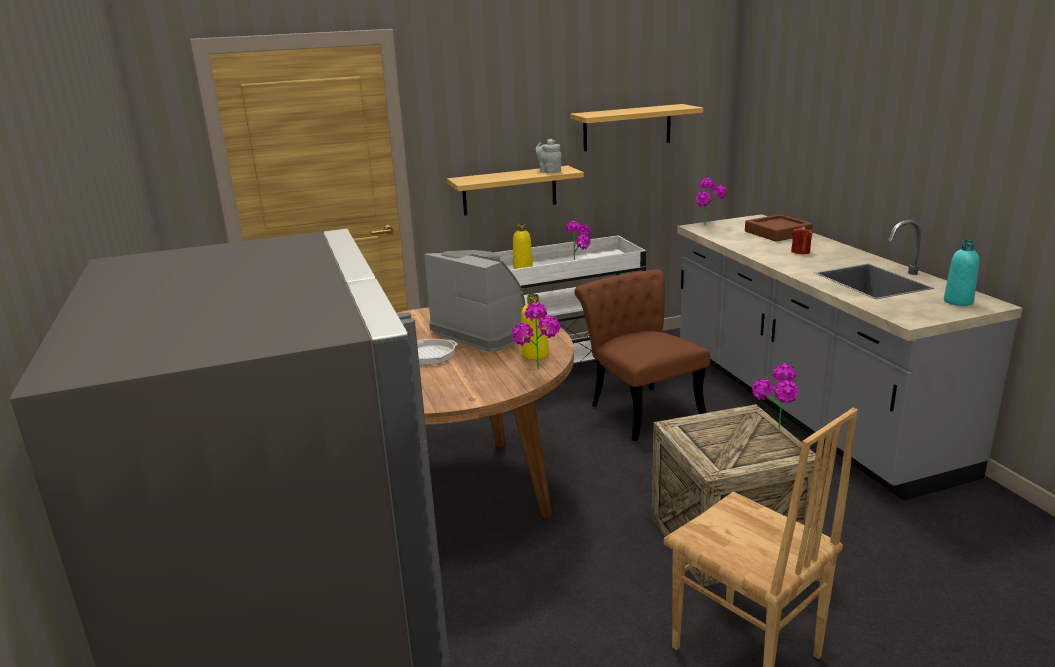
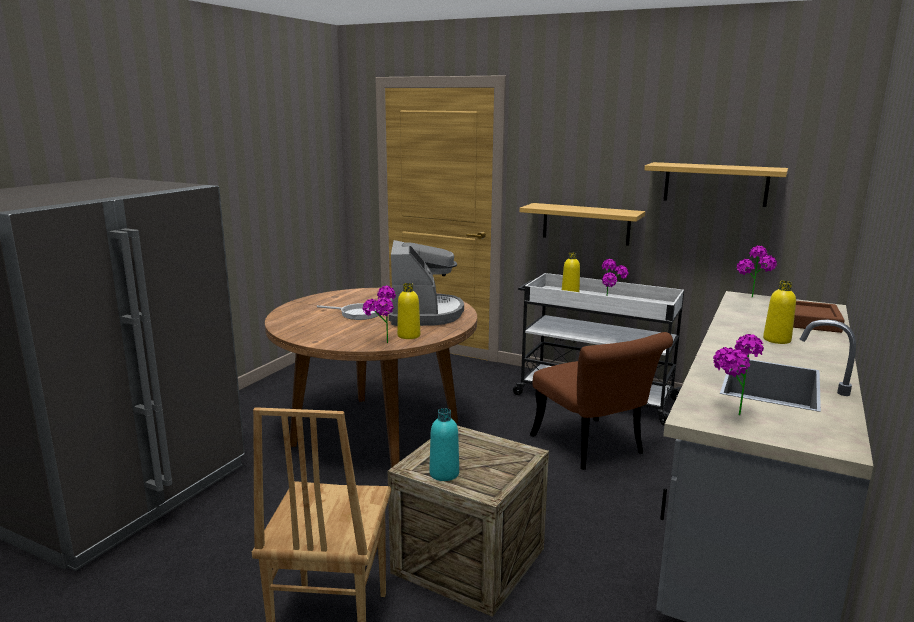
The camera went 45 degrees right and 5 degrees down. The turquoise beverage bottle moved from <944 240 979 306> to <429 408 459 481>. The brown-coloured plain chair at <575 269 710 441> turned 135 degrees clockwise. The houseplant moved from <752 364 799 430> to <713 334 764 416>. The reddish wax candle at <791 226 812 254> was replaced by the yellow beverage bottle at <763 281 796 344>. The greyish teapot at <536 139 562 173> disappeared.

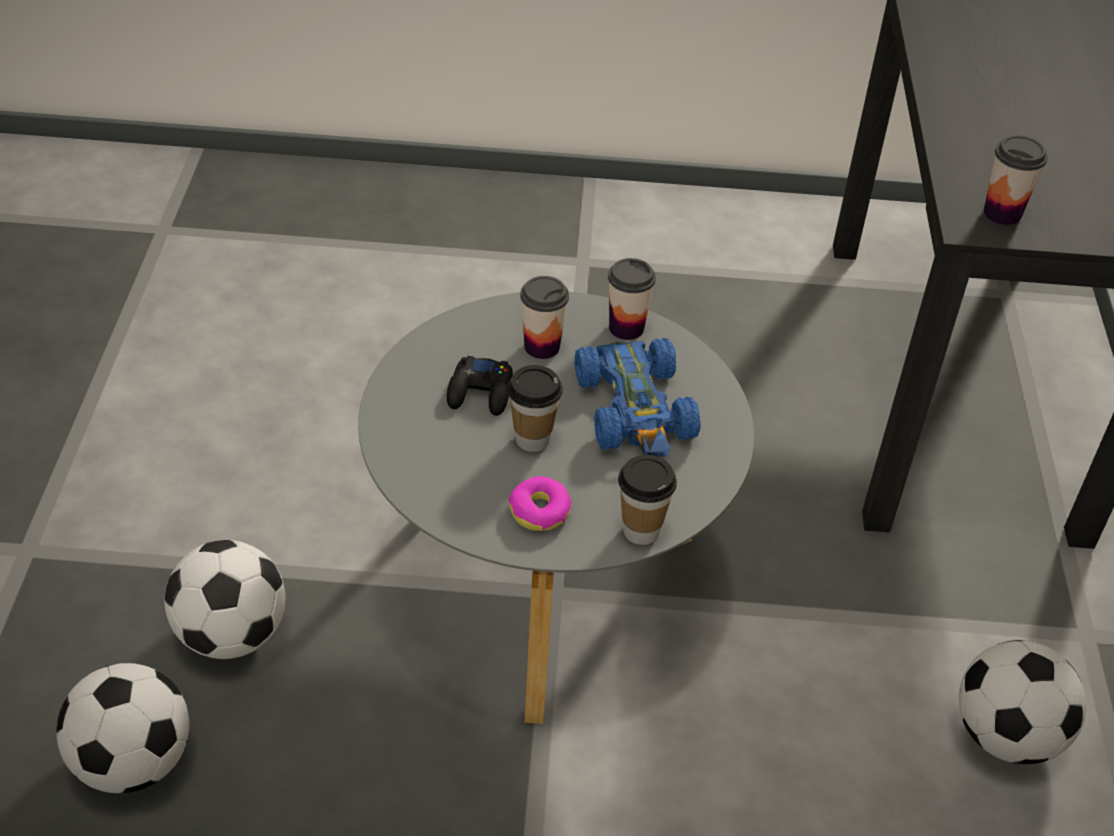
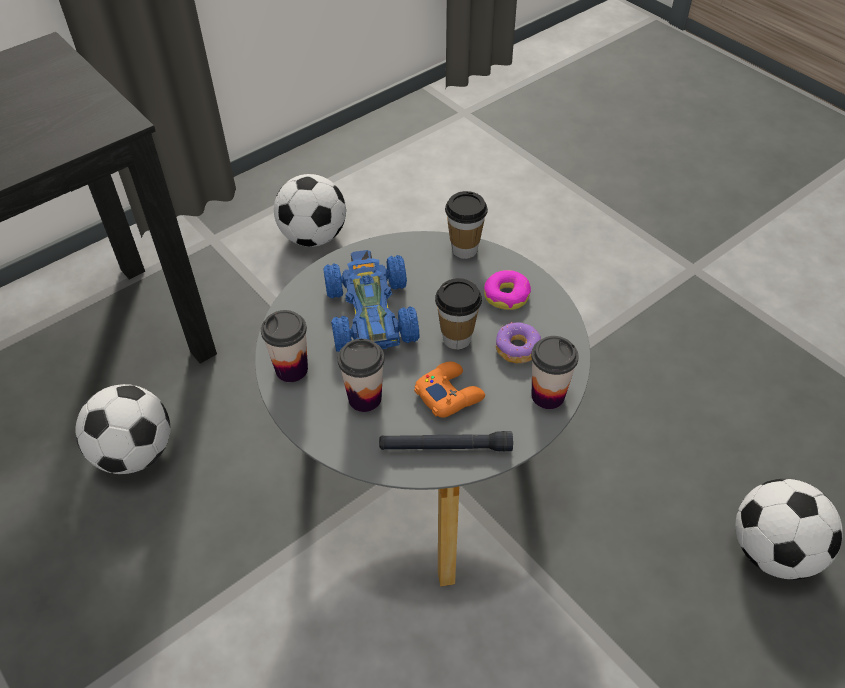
The camera went 130 degrees left and 5 degrees up. The football moved from <164 540 286 659> to <75 384 170 474>. The bluish toy car at <574 338 701 457> turned 45 degrees counterclockwise. The black-coloured torch at <379 431 513 452> appeared. The black-coloured game controller at <447 356 513 416> became the orange-coloured game controller at <414 361 485 418>. The ring doughnut at <496 322 541 363> appeared. The small cup moved from <984 135 1048 225> to <531 336 579 409>.

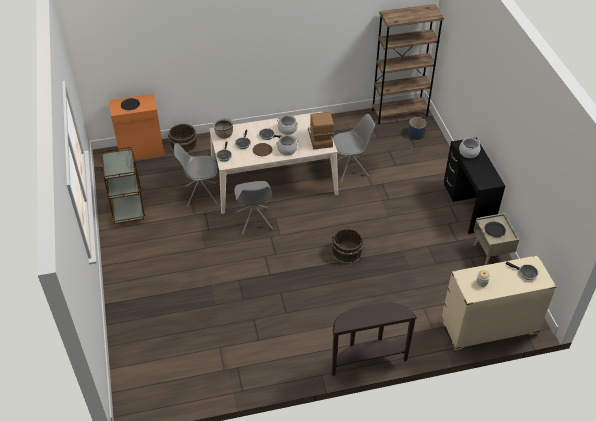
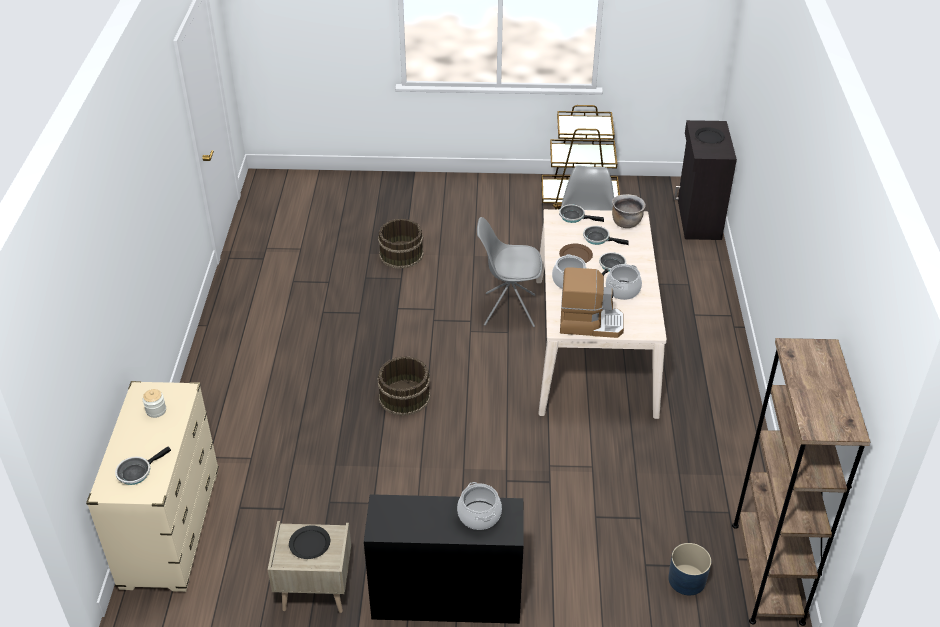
The camera went 105 degrees right and 5 degrees down. The brown-coloured water bucket moved from <168 124 197 153> to <378 219 424 269>. The orange-coloured cabinet at <109 94 164 160> became the black-coloured cabinet at <674 120 737 240>. The brown-coloured narrow table at <332 303 417 376> disappeared. The greyish plain chair at <333 114 375 182> disappeared.

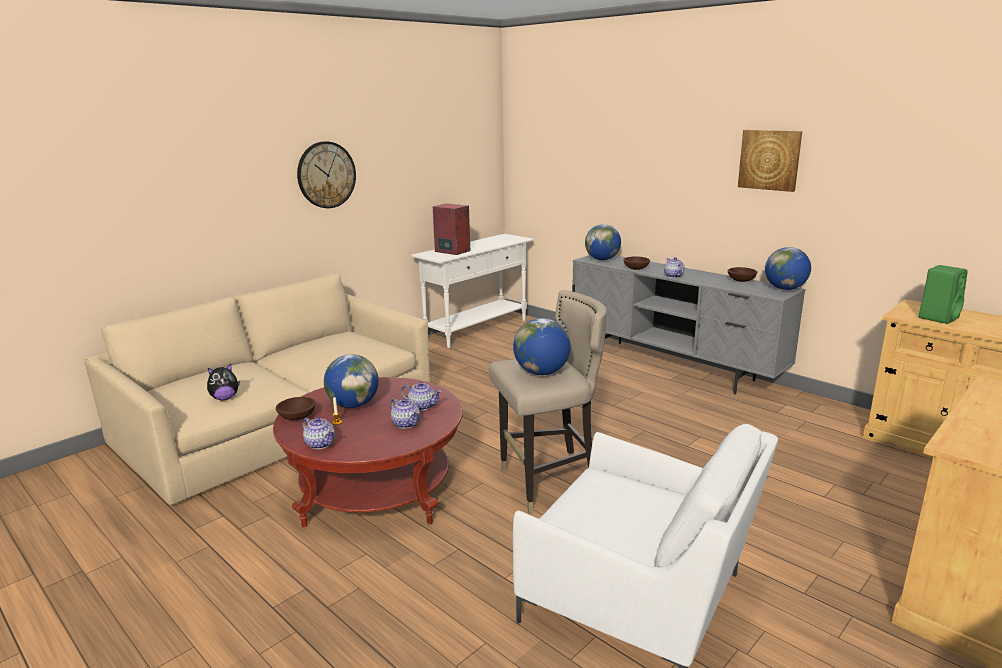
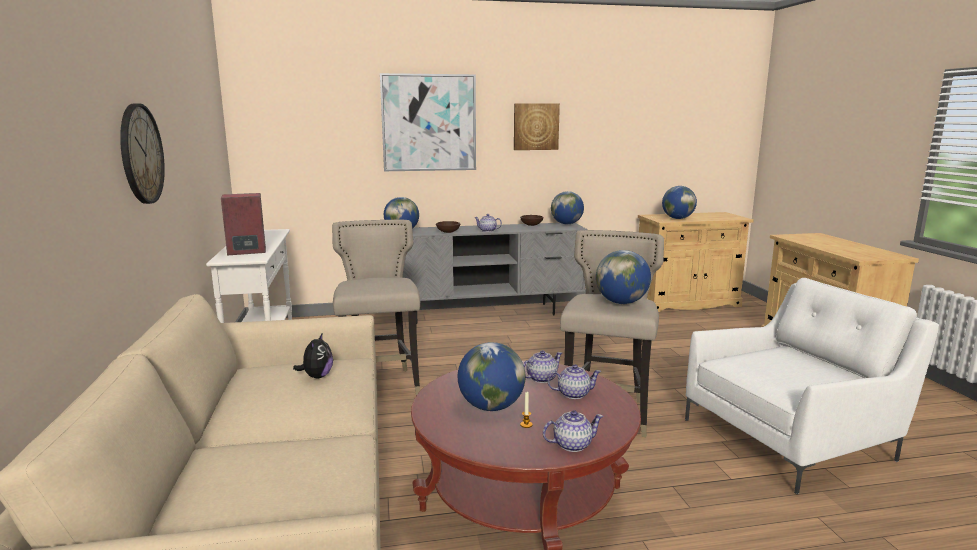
The camera went 55 degrees left and 5 degrees down. The soft toy moved from <207 364 240 400> to <293 332 333 378>. The beige-coloured stool at <332 220 420 396> appeared. The picture at <380 73 476 171> appeared. The green audio speaker at <918 265 968 324> was replaced by the world globe at <662 186 697 219>. The brown-coloured deep dish at <276 397 316 420> disappeared.

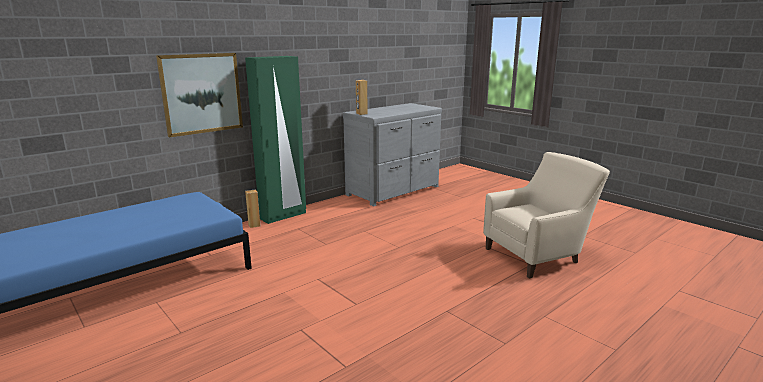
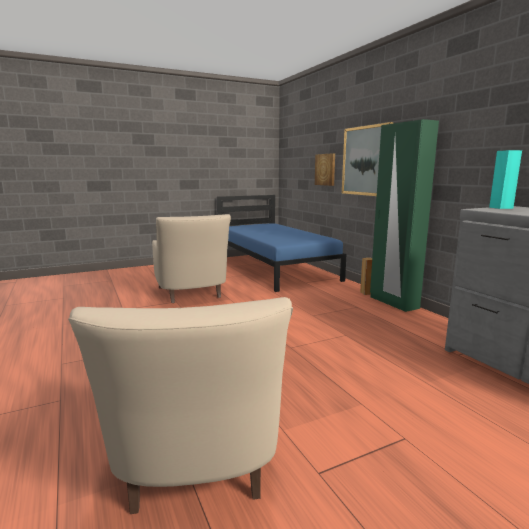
The camera went 105 degrees right and 5 degrees down. The beige-coloured lounge chair at <152 214 231 303> appeared. The picture at <315 153 335 186> appeared. The brown-coloured audio speaker at <356 80 368 115> became the turquoise audio speaker at <489 150 522 209>.

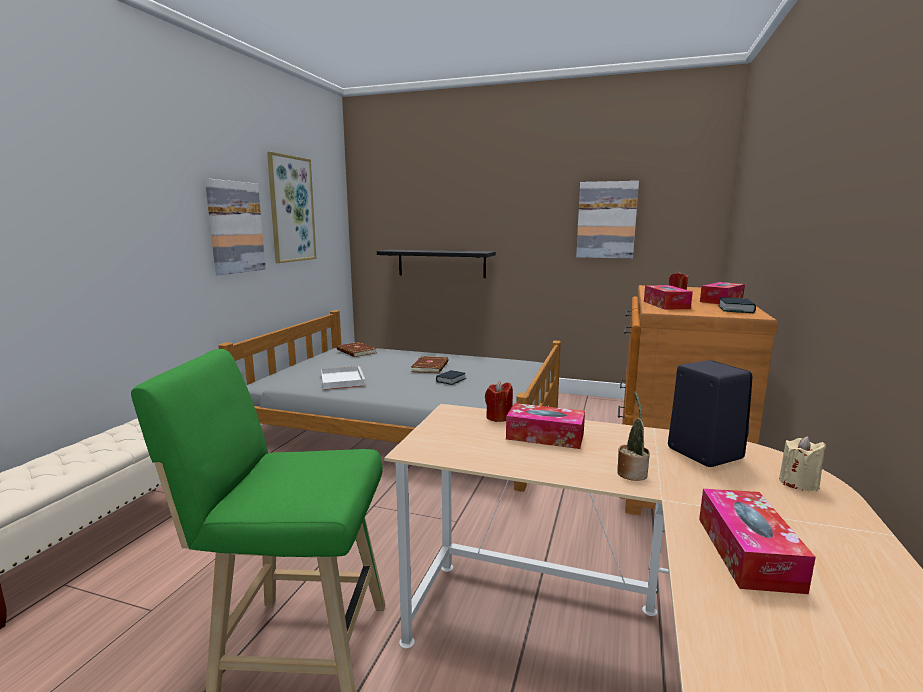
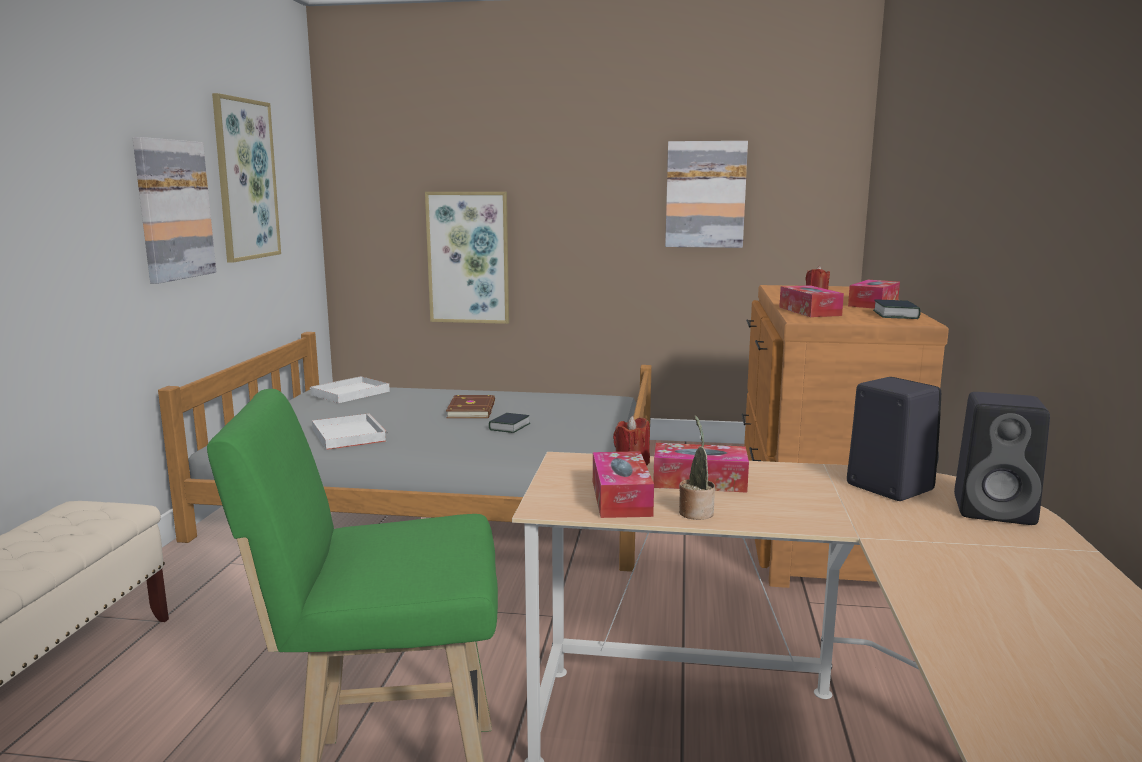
The camera went 10 degrees left and 0 degrees up. The brown-coloured volume at <337 342 377 357> was replaced by the white carrying tray at <310 376 390 403>. The black-coloured wall shelf at <377 250 496 278> was replaced by the picture at <425 192 509 324>. The box of tissues moved from <699 489 816 594> to <593 451 654 518>. The houseplant moved from <617 391 650 481> to <679 415 715 520>. The beige-coloured wax candle at <779 436 826 491> was replaced by the black-coloured audio speaker at <954 392 1050 525>.

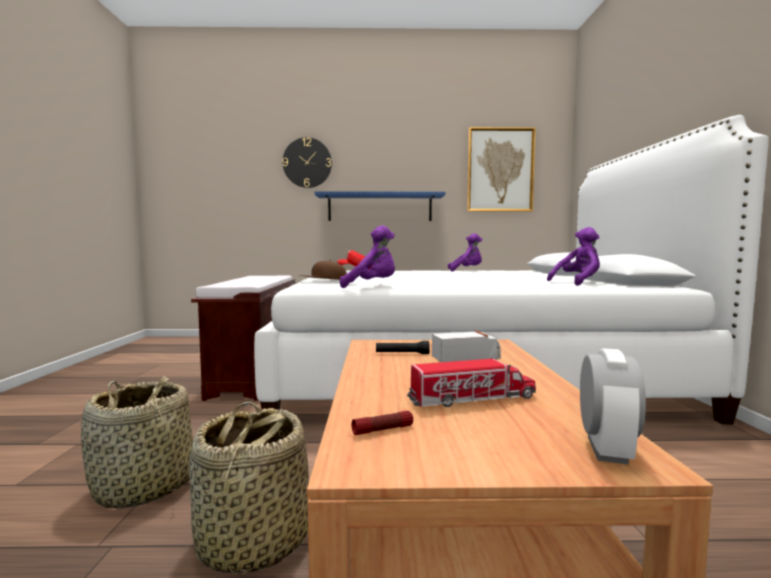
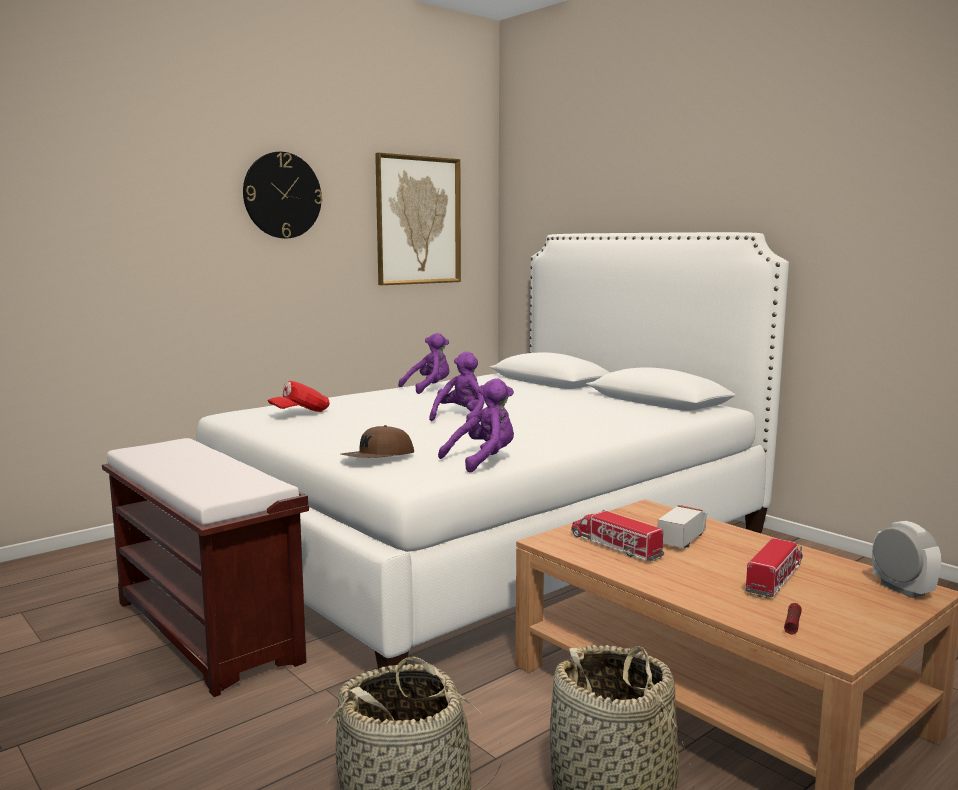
The camera went 40 degrees left and 5 degrees up. The clock on the wall moved from <283 137 332 188> to <243 152 322 238>. The purple-coloured soft toy moved from <547 227 600 286> to <429 351 485 422>. The black-coloured torch at <376 341 430 354> was replaced by the model truck at <571 510 664 561>. The bluish wall shelf at <314 191 445 221> disappeared.

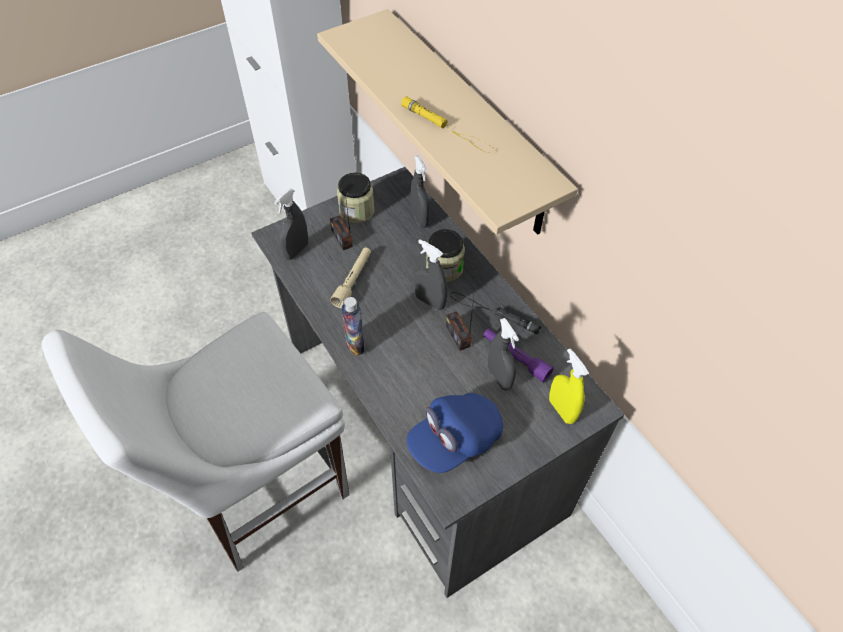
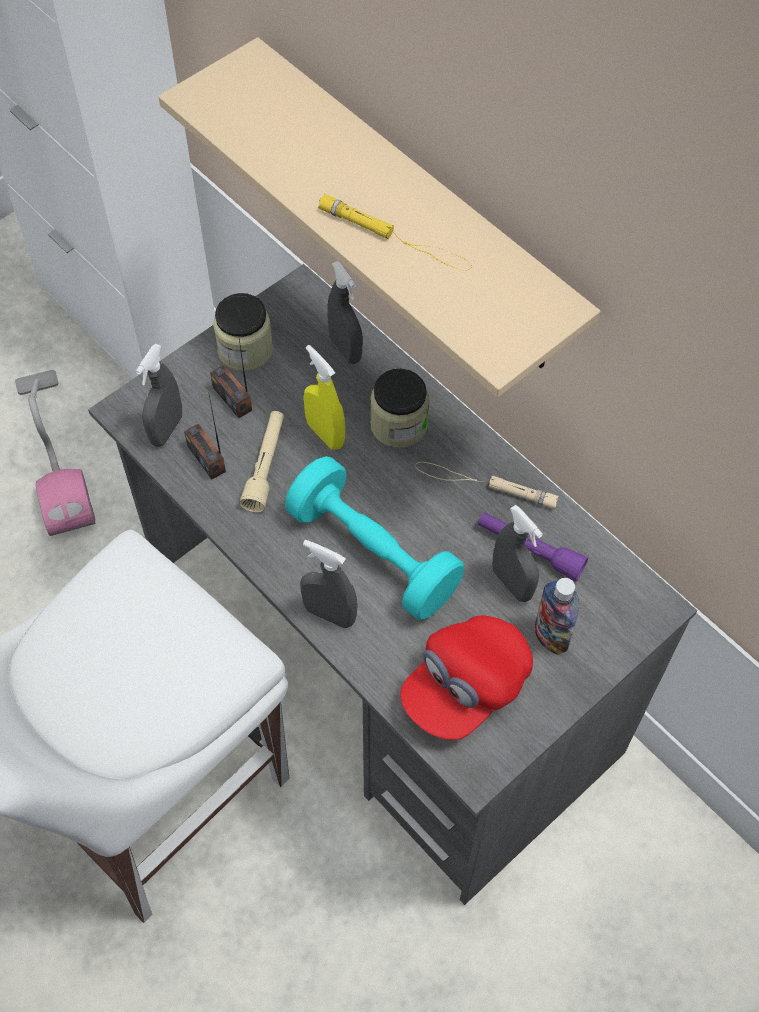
The camera went 10 degrees left and 5 degrees up. The vacuum cleaner at <15 370 95 536> appeared. The radio receiver moved from <446 289 475 351> to <184 395 226 480>. The turquoise free weight at <285 456 464 620> appeared. The greyish sprayer moved from <414 239 448 310> to <300 540 358 628>. The yellow sprayer moved from <549 348 589 424> to <303 345 345 450>. The bluish cap at <407 393 503 473> became the reddish cap at <400 615 533 740>. The black-coloured torch at <450 292 541 334> became the beige-coloured torch at <415 462 559 509>. The beverage bottle moved from <341 297 365 356> to <535 578 579 655>.

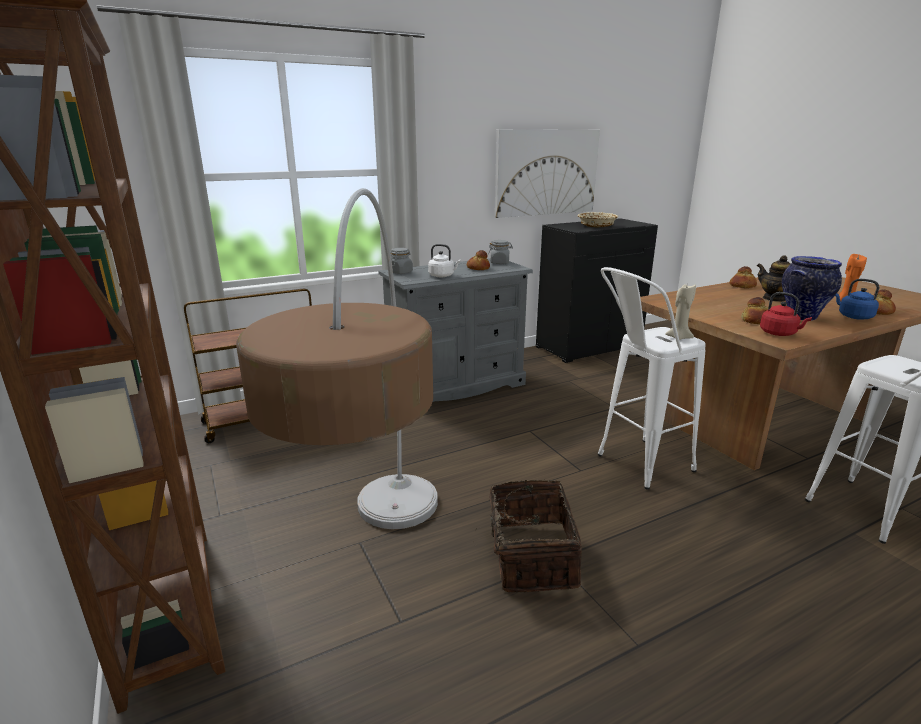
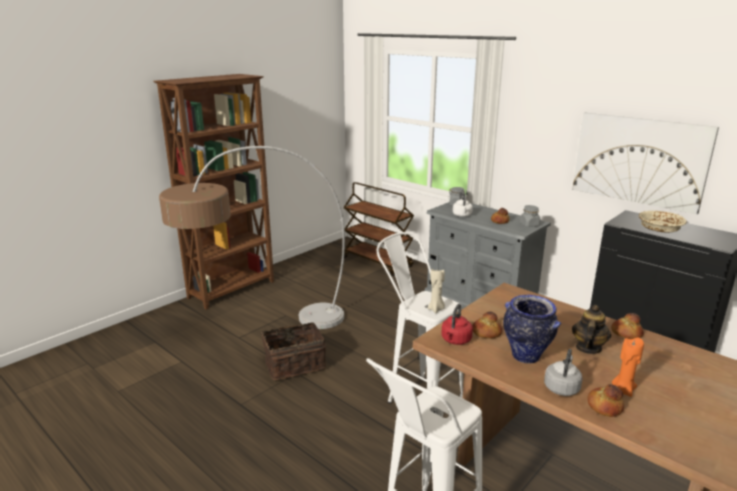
The camera went 70 degrees right and 0 degrees up. The bluish tea kettle at <835 279 879 320> became the greyish tea kettle at <544 349 583 396>.

